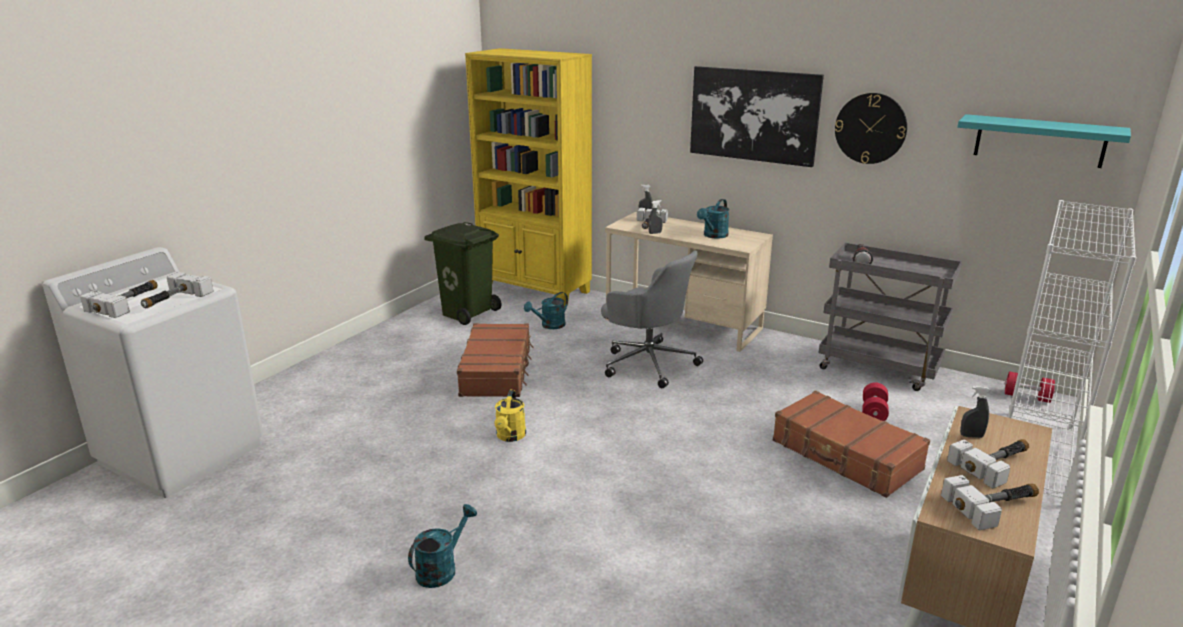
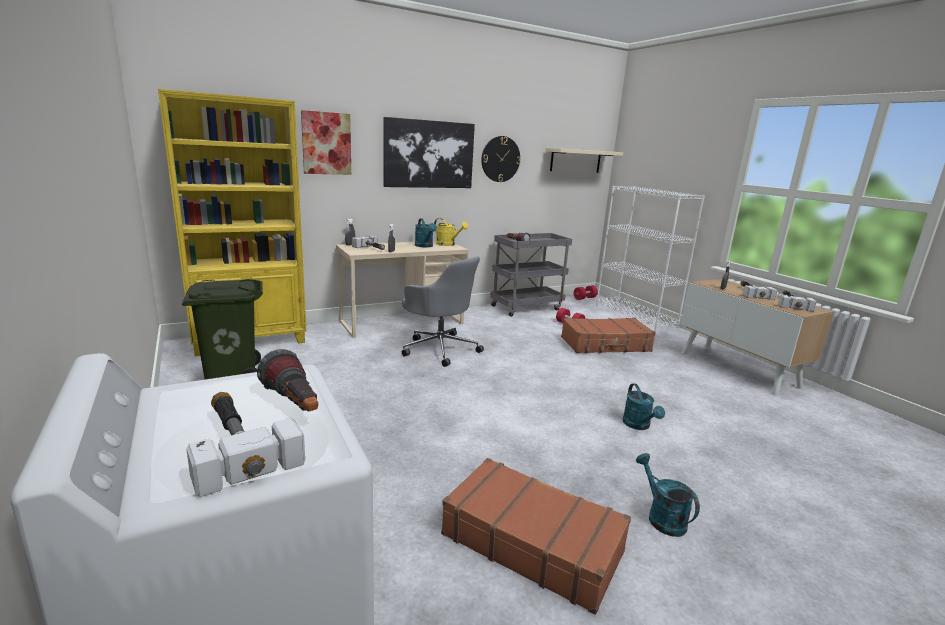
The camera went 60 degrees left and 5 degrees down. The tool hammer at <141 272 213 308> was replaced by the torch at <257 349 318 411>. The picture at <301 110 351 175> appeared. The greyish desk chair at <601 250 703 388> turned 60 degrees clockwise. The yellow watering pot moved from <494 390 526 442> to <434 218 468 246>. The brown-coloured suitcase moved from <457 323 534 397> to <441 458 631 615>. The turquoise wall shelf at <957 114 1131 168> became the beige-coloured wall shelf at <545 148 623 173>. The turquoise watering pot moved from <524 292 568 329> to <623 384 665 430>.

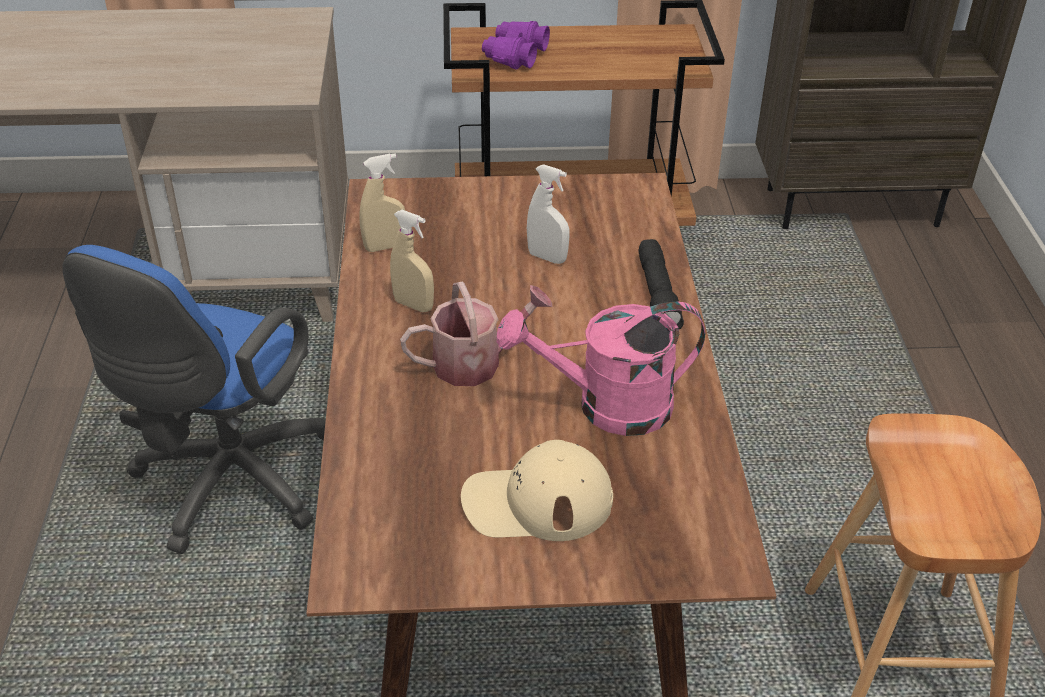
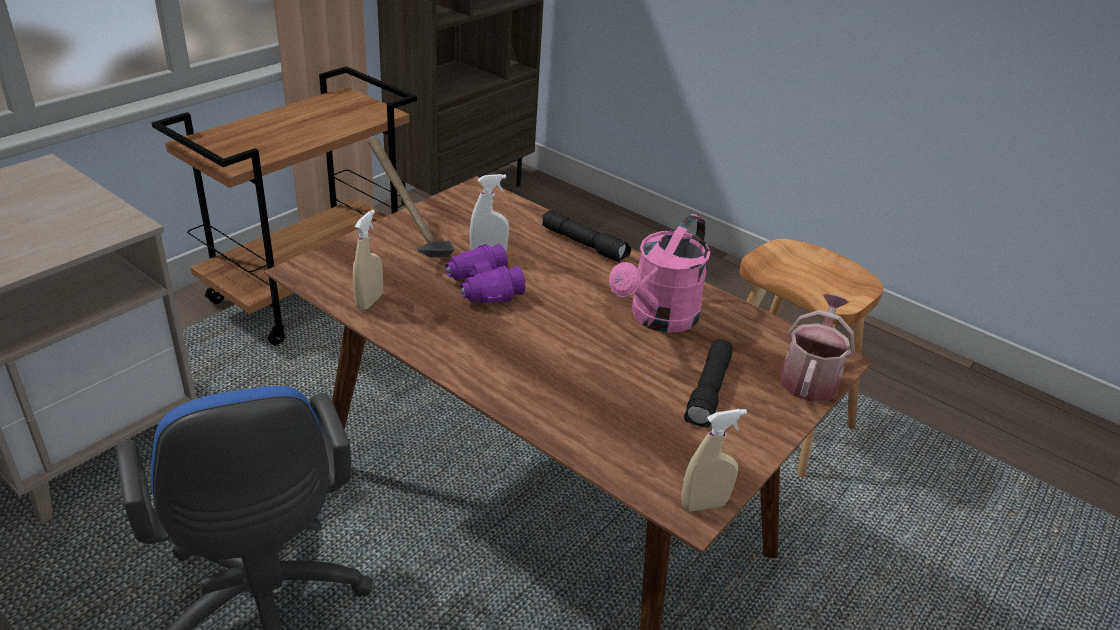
The camera went 50 degrees left and 5 degrees down. The tool hammer at <368 137 454 257> appeared. The purple-coloured pair of binoculars moved from <482 21 550 70> to <445 244 525 303>. The beige-coloured sprayer moved from <390 210 434 312> to <681 409 747 512>. The beige-coloured cap at <461 440 613 541> was replaced by the black-coloured torch at <684 339 733 428>. The watering pot moved from <400 282 553 386> to <780 294 855 402>.

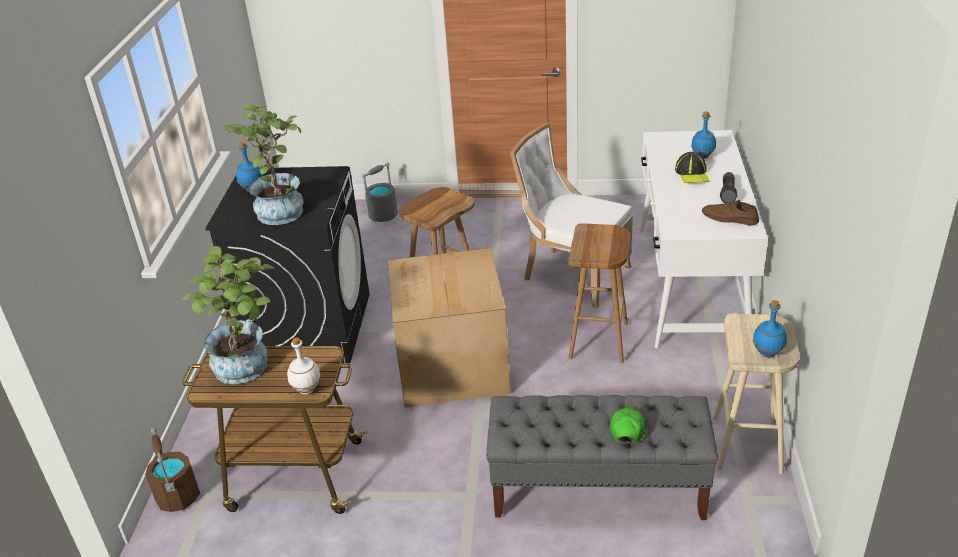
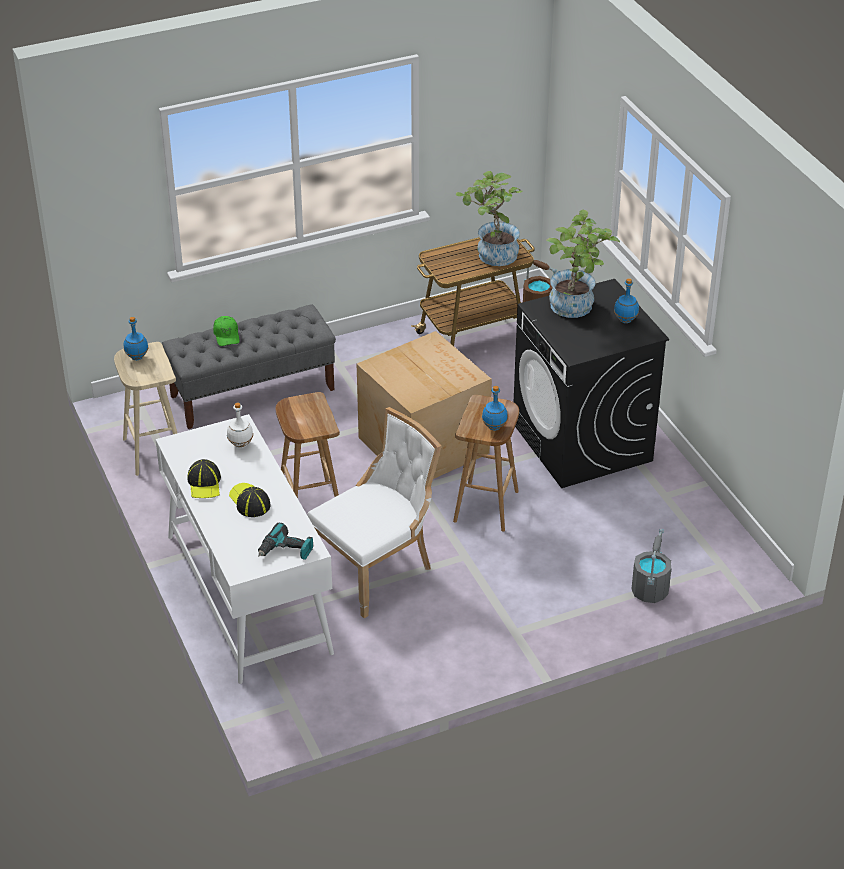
The camera went 150 degrees right and 5 degrees up. The torch at <720 172 737 203> was replaced by the cap at <187 459 221 498>. The white beverage bottle moved from <287 337 321 394> to <227 402 253 448>. The power drill at <258 523 313 560> appeared. The white plain chair at <510 123 633 308> turned 45 degrees counterclockwise. The bluish beverage bottle moved from <691 111 716 159> to <482 386 508 431>. The brown-coloured item of footwear at <702 200 759 226> disappeared.

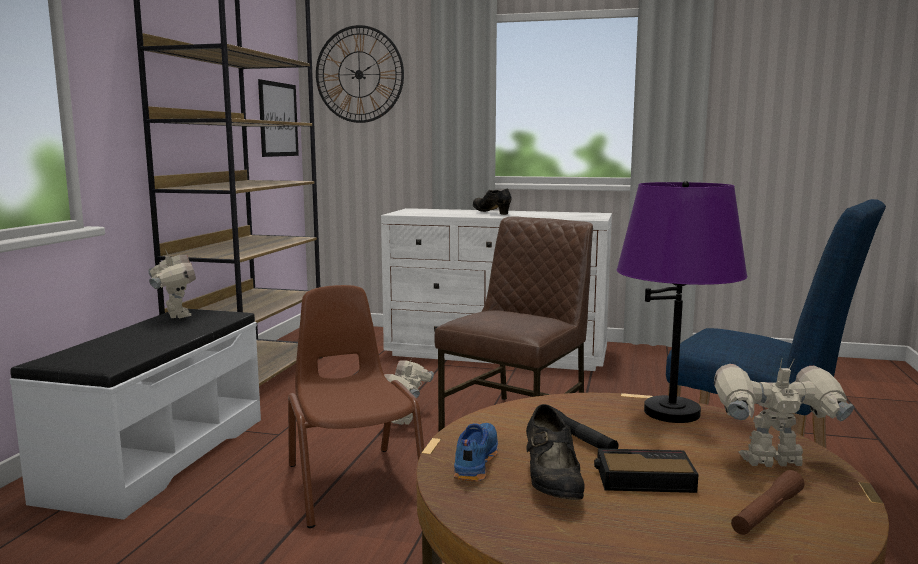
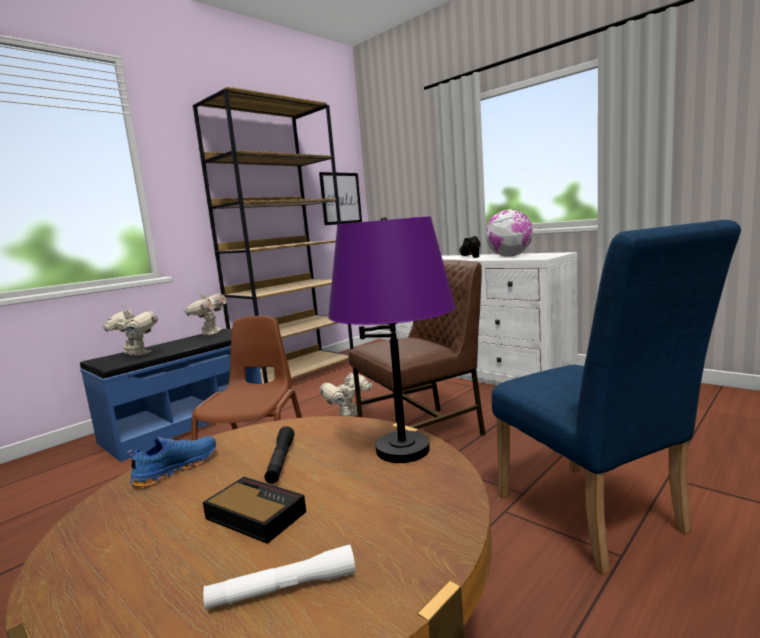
The camera went 30 degrees right and 0 degrees up. The white long seat at <9 309 261 520> became the bluish long seat at <80 329 262 462>. The robot figure moved from <714 358 855 467> to <102 306 158 356>. The brown-coloured torch at <731 470 805 535> became the white torch at <203 544 356 610>. The world globe at <485 209 533 257> appeared. The clock on the wall at <316 25 404 123> disappeared. The black-coloured item of footwear at <526 404 585 500> disappeared.

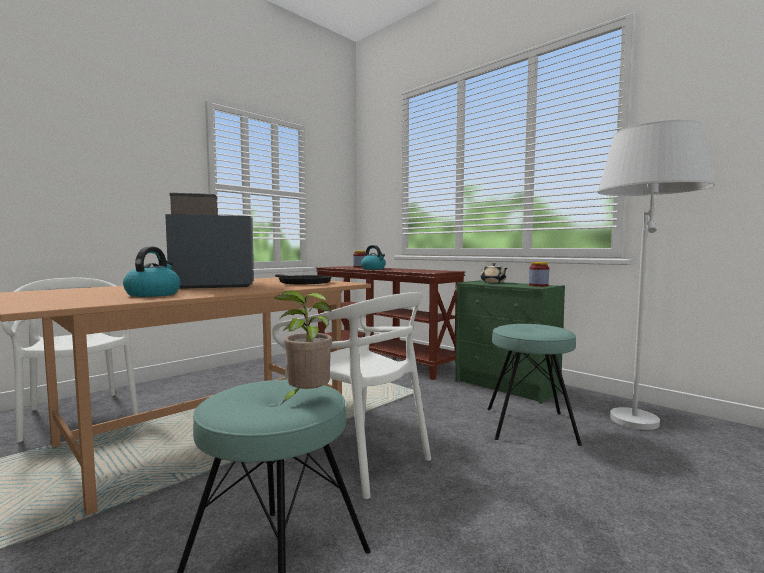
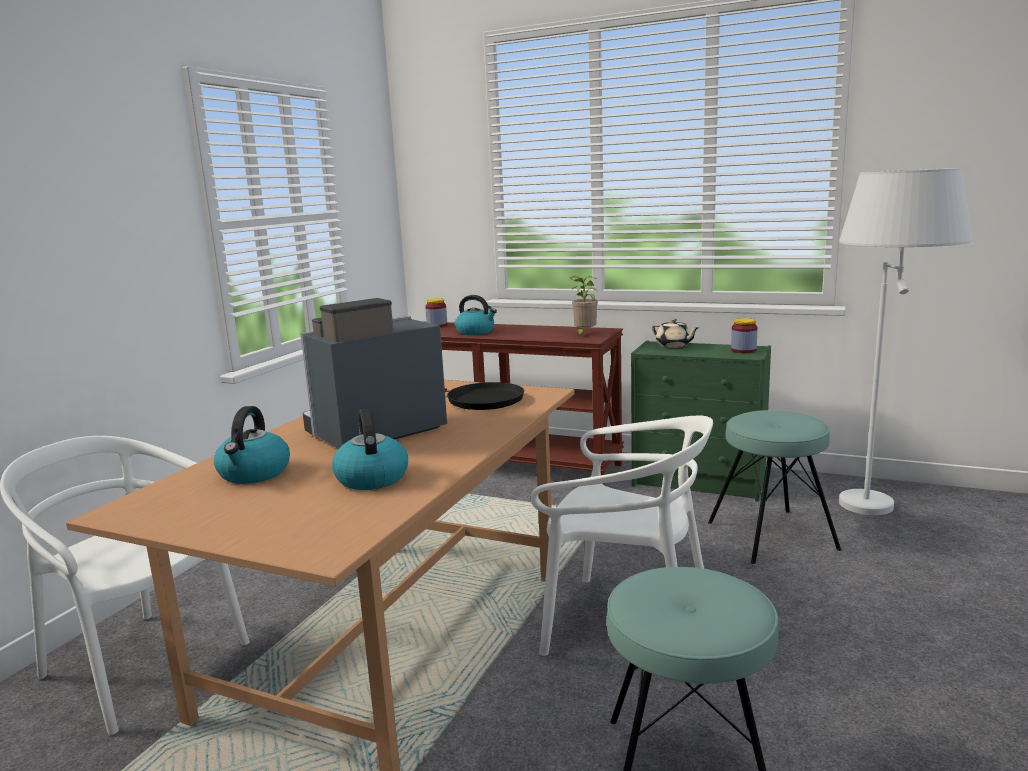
The camera went 20 degrees left and 10 degrees up. The tea kettle at <214 406 290 484> appeared. The houseplant moved from <274 290 332 404> to <569 276 598 336>.

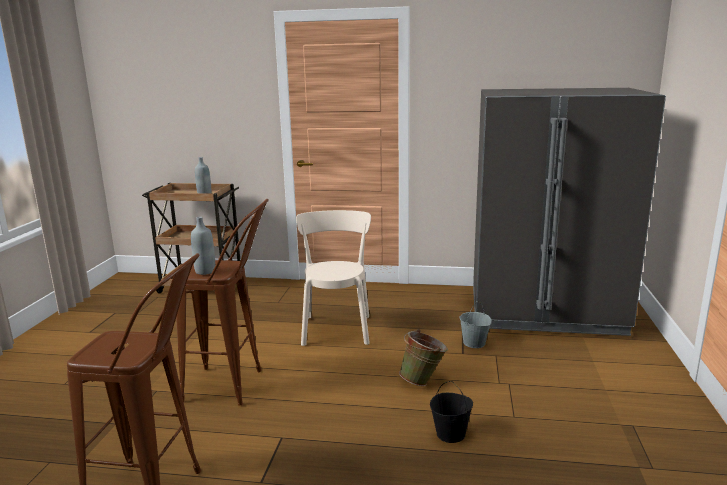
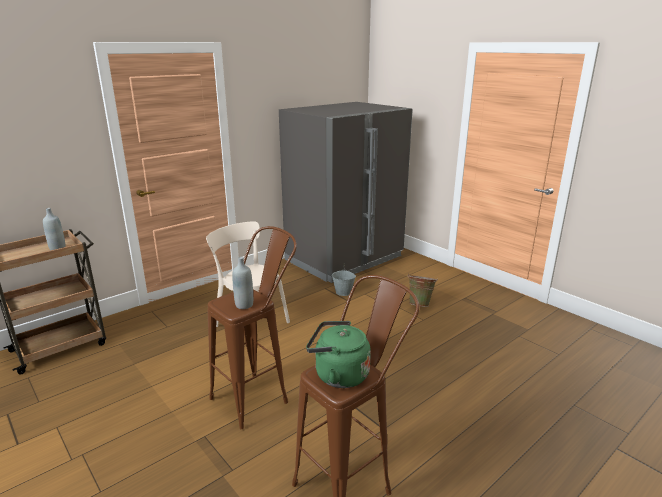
The camera went 50 degrees left and 5 degrees up. The green tea kettle at <306 321 371 388> appeared. The green water bucket moved from <399 329 448 386> to <408 274 438 307>. The black-coloured water bucket at <430 381 473 443> disappeared.

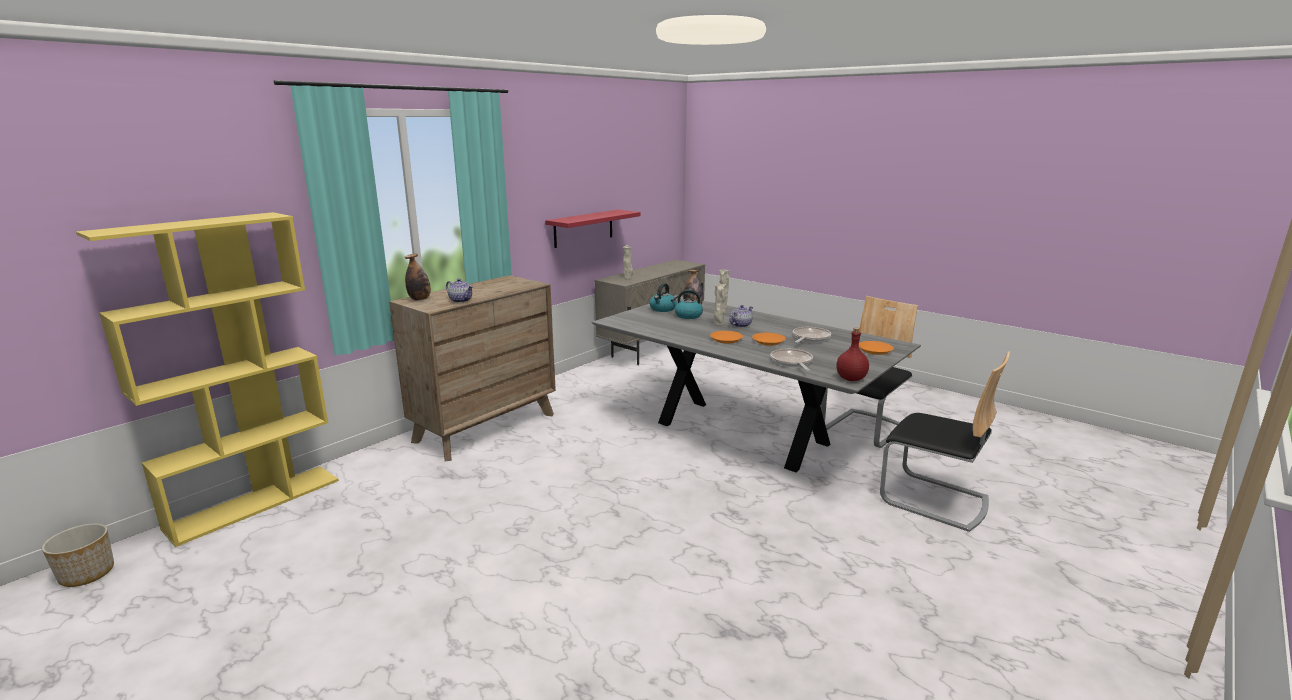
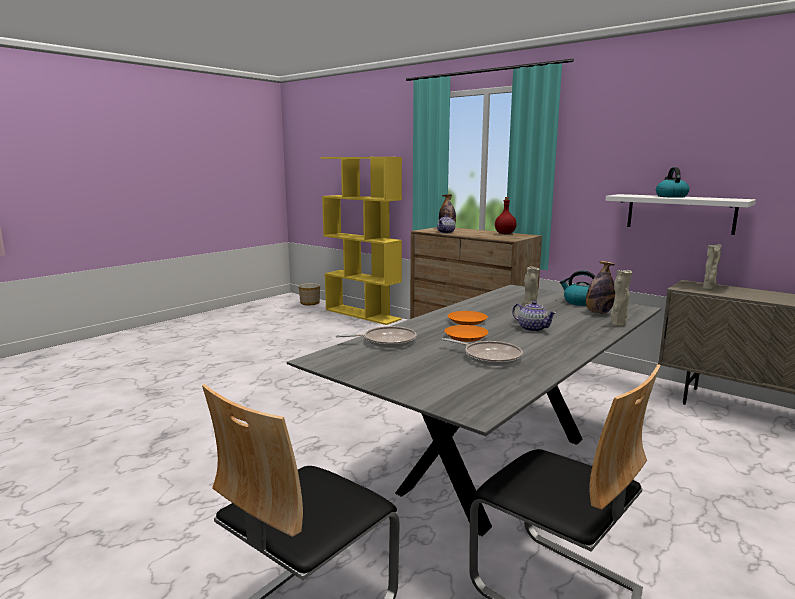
The camera went 90 degrees right and 5 degrees down. The reddish beverage bottle moved from <836 327 869 381> to <495 197 517 234>. The reddish wall shelf at <545 210 641 248> became the white wall shelf at <605 194 756 235>. The tea kettle moved from <671 290 703 319> to <656 167 689 198>. The orange-coloured plate at <859 341 894 355> disappeared.

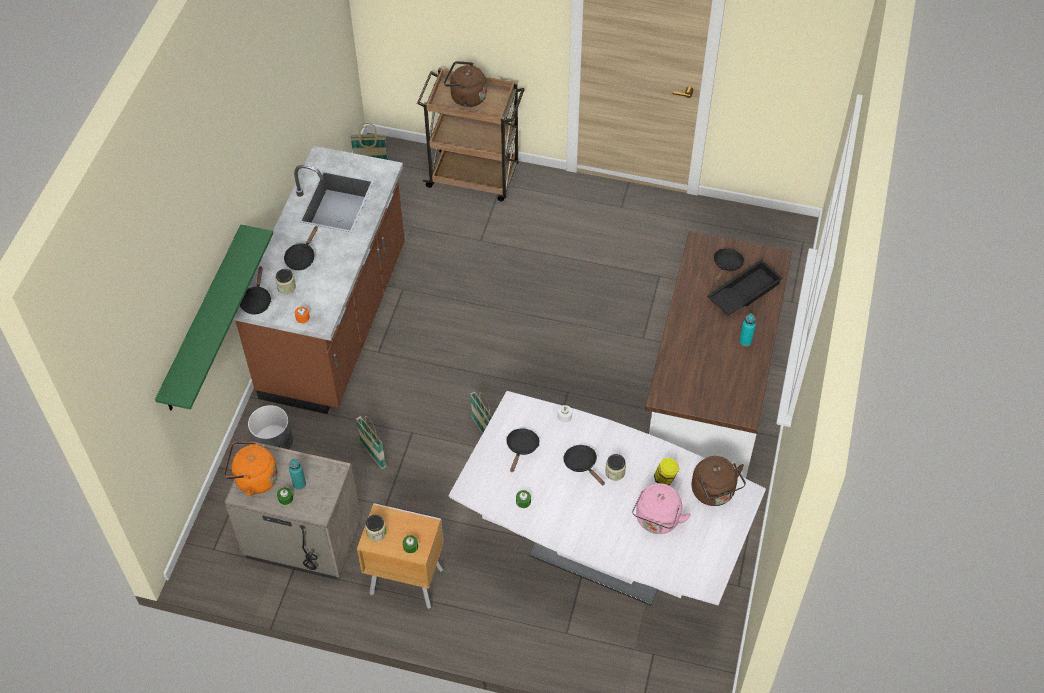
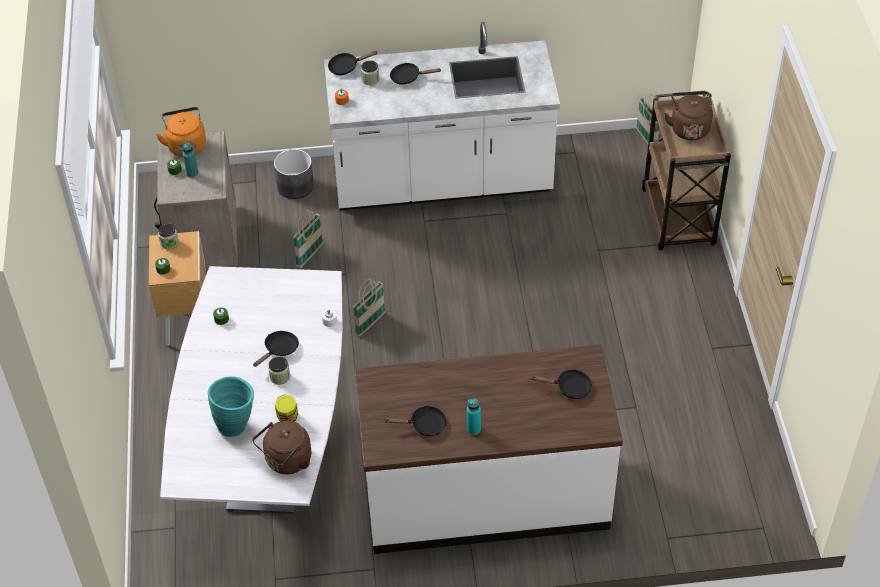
The camera went 70 degrees right and 5 degrees down. The pink tea kettle at <632 483 691 534> was replaced by the turquoise decorative vase at <208 377 254 437>. The brown-coloured counter at <234 146 405 414> became the white counter at <324 22 560 210>. The black-coloured pan moved from <506 428 539 472> to <385 406 447 436>. The green wall shelf at <155 225 273 410> disappeared. The black-coloured carrying tray at <707 259 783 316> disappeared.

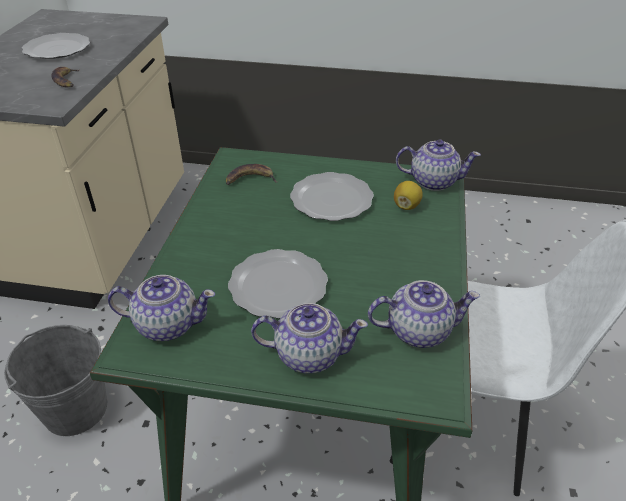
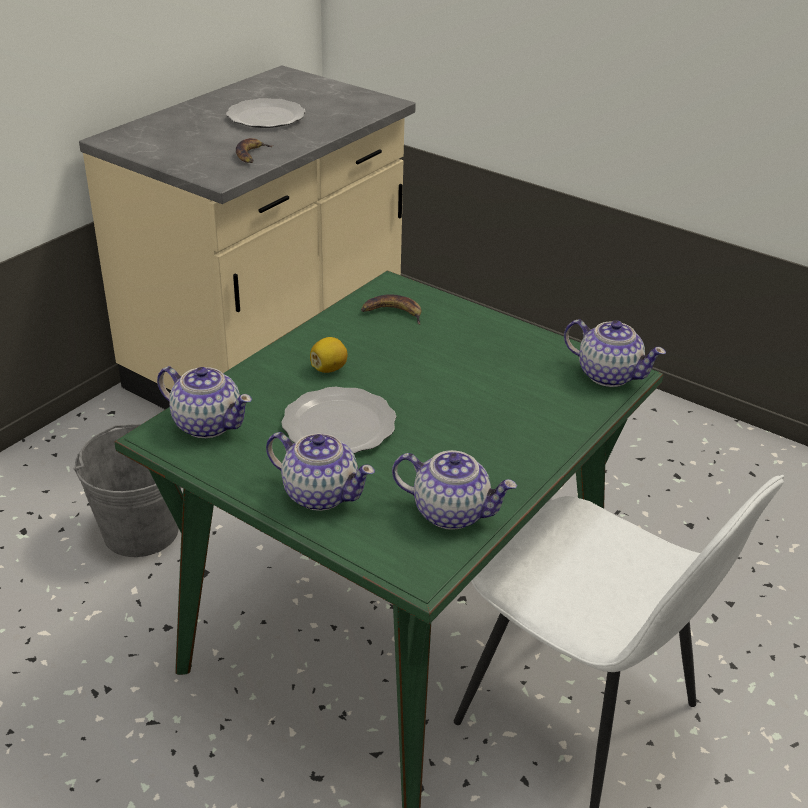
The camera went 25 degrees right and 5 degrees down. The whole lemon moved from <394 181 423 210> to <310 337 348 373>. The plate at <290 172 374 221> disappeared.

